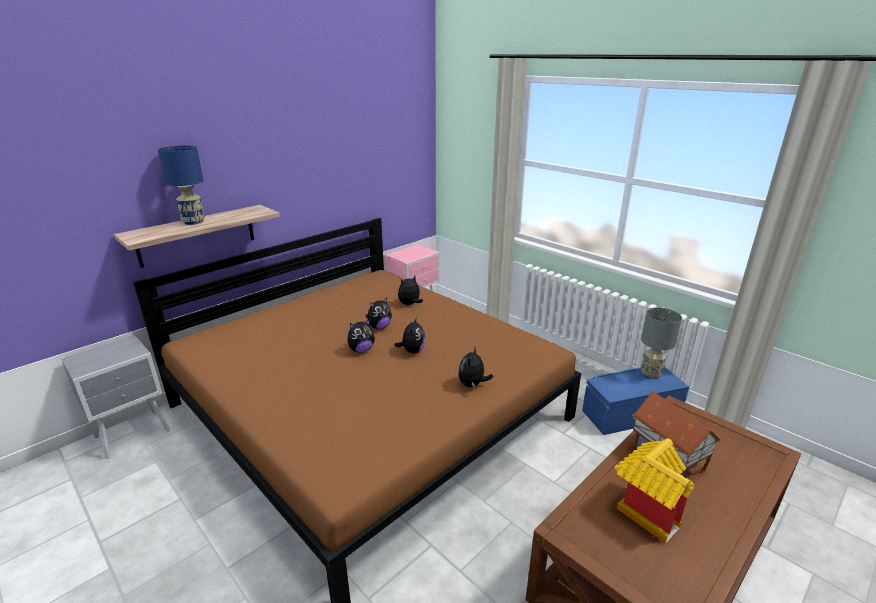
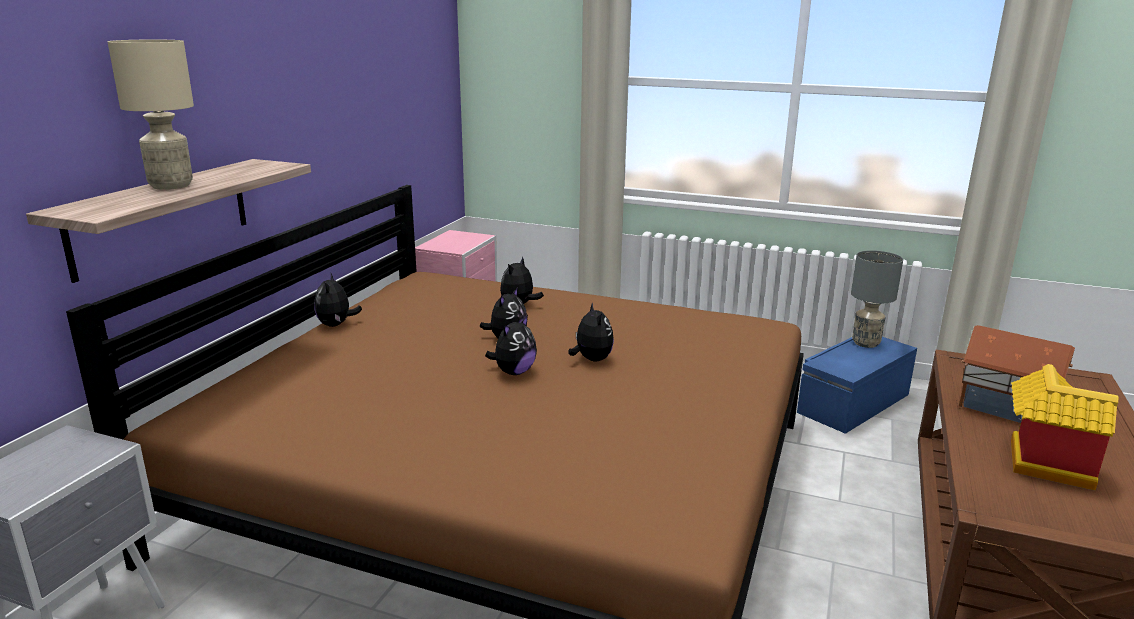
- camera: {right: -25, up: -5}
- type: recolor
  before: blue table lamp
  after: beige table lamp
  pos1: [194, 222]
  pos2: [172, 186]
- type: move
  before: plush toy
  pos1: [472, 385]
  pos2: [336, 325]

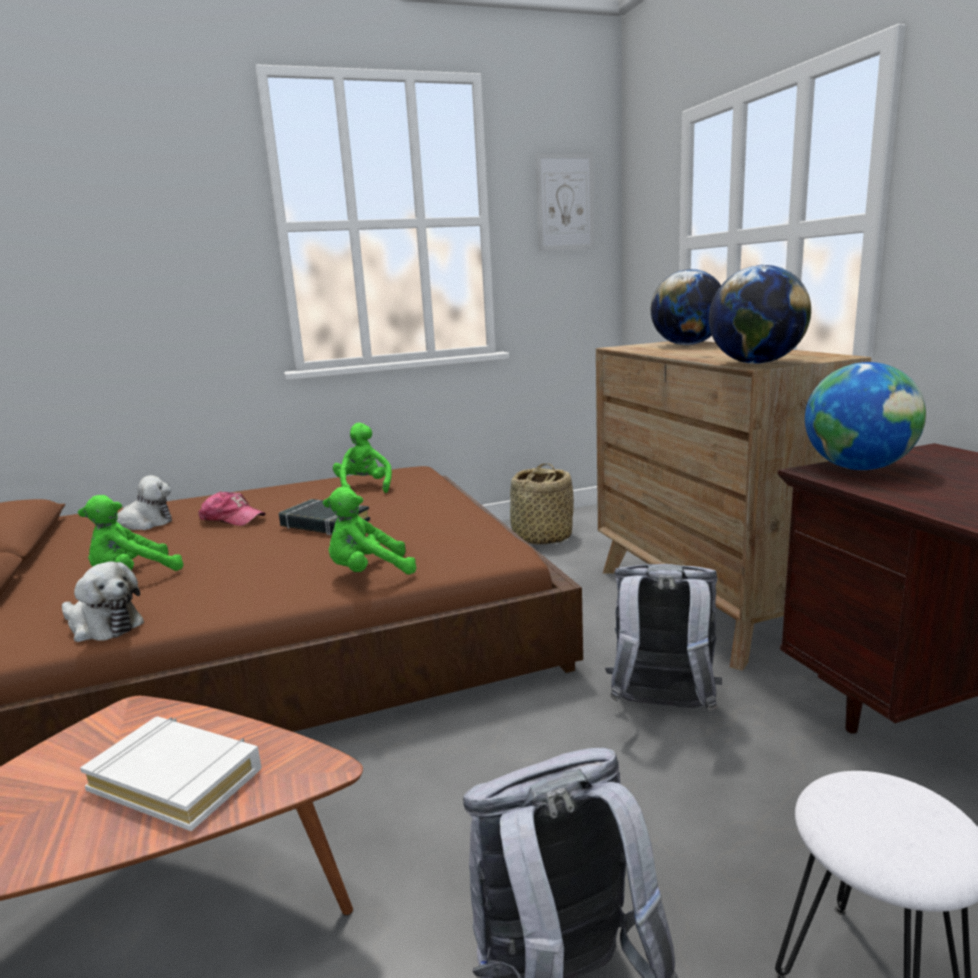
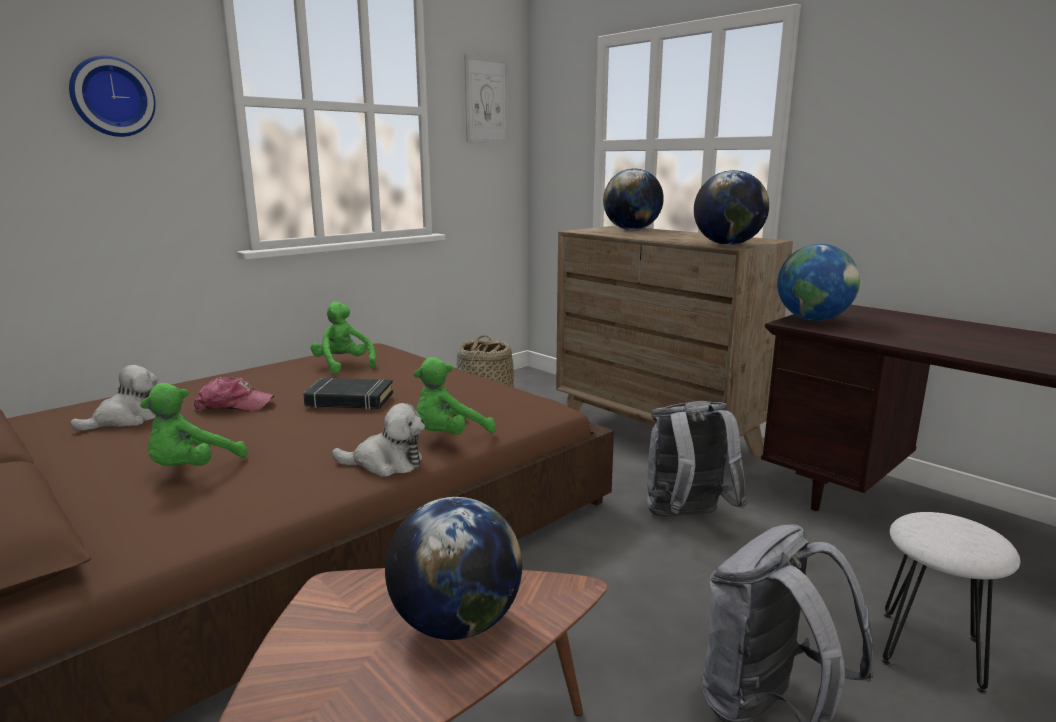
- camera: {right: -25, up: 0}
- type: move
  before: plush toy
  pos1: [103, 626]
  pos2: [386, 464]
- type: replace
  before: white book
  after: globe
  pos1: [176, 779]
  pos2: [456, 624]
- type: insert
  after: wall clock
  pos2: [111, 97]

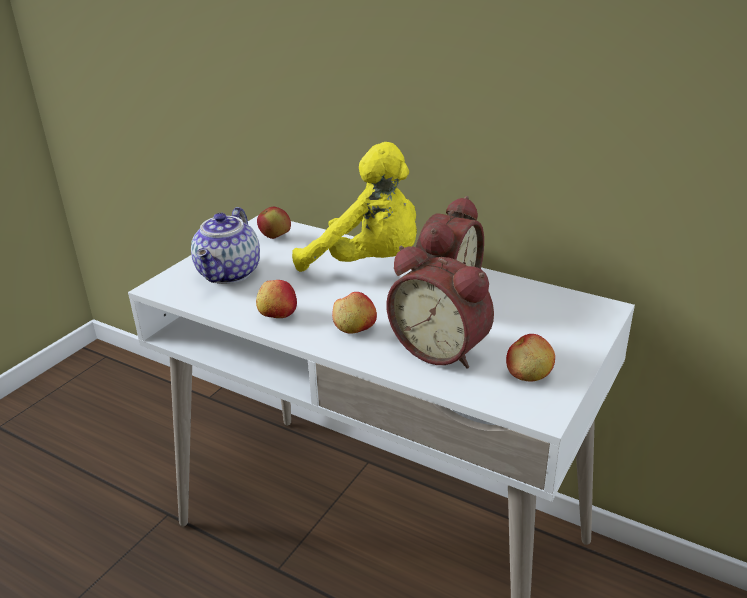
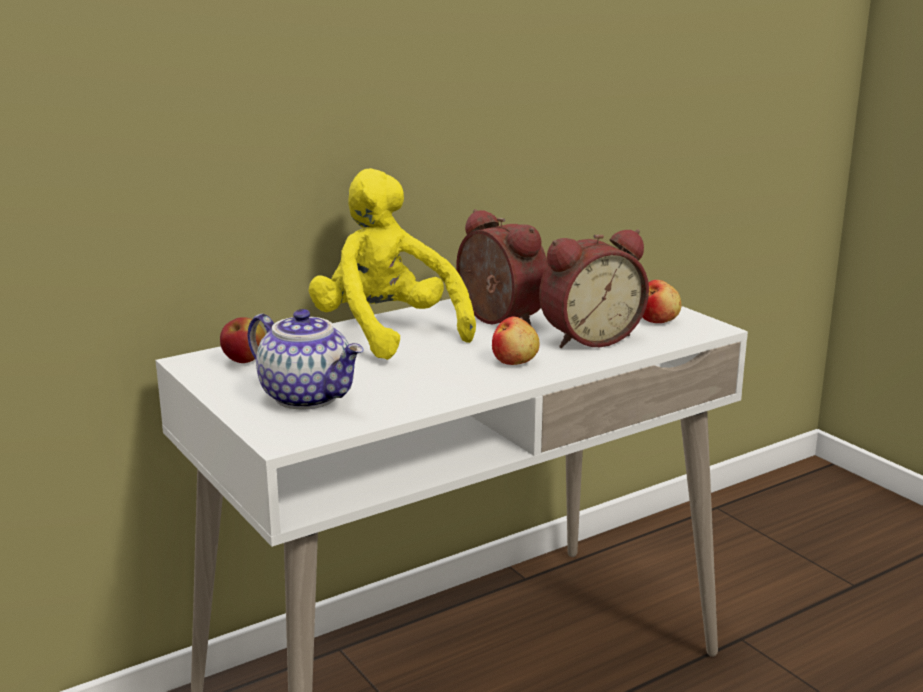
- camera: {right: -65, up: -10}
- type: rotate
  before: yellow plush toy
  pos1: [368, 264]
  pos2: [387, 333]
  turn: -90
- type: delete
  before: apple
  pos1: [277, 314]

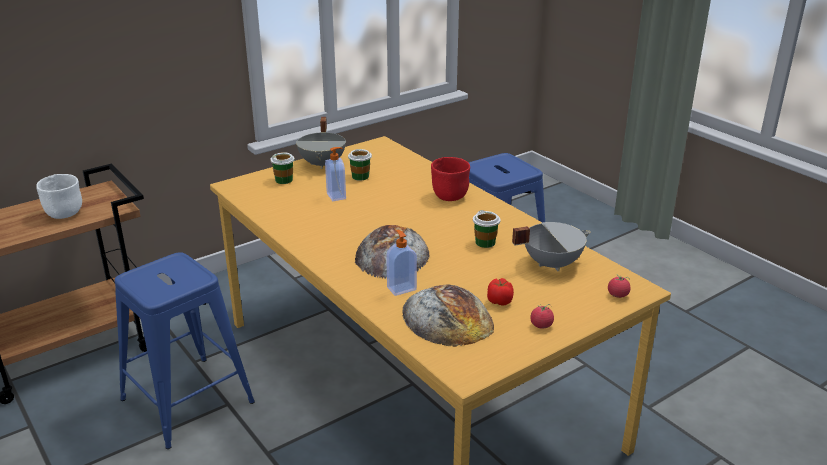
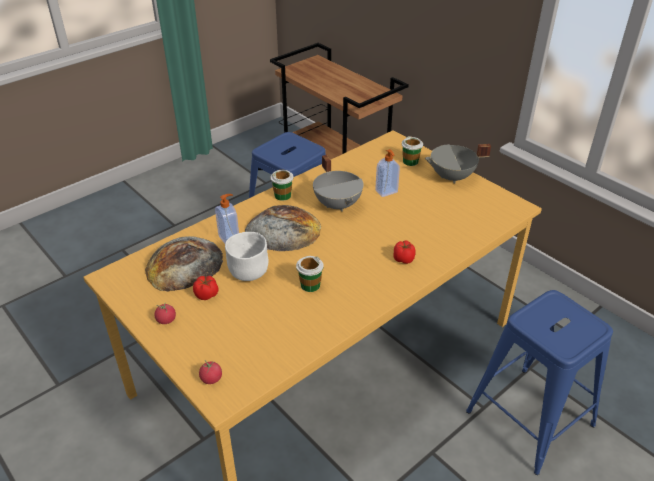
- camera: {right: 85, up: 10}
- type: move
  before: cup
  pos1: [360, 176]
  pos2: [283, 195]
- type: replace
  before: red bowl
  after: tomato
  pos1: [449, 196]
  pos2: [403, 259]
- type: move
  before: white bowl
  pos1: [63, 214]
  pos2: [248, 272]
- type: move
  before: grey cooking pot
  pos1: [551, 263]
  pos2: [338, 204]

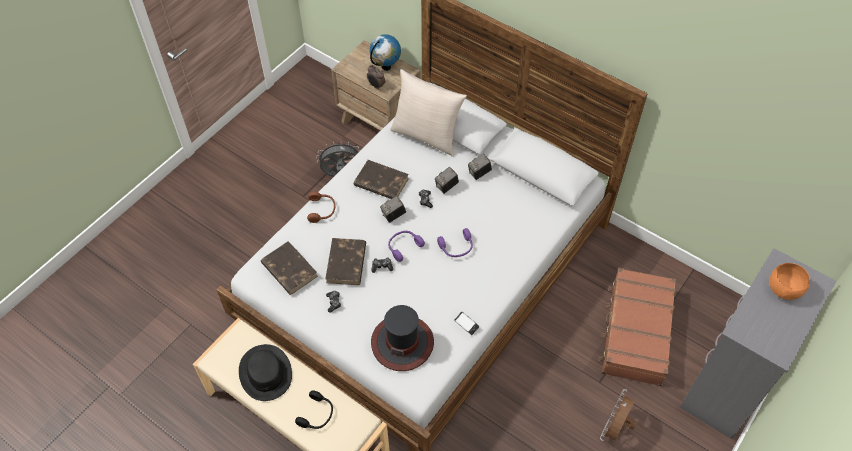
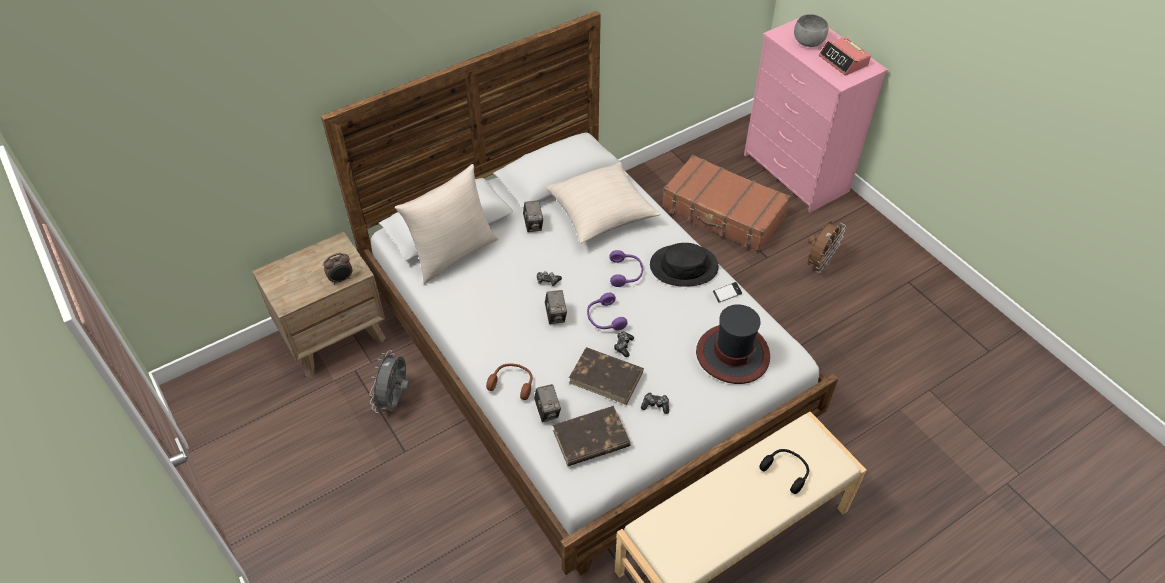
- camera: {right: -70, up: -5}
- type: delete
  before: globe
  pos1: [386, 67]
- type: delete
  before: brown book
  pos1: [380, 182]
- type: move
  before: photo camera
  pos1: [446, 186]
  pos2: [547, 411]
- type: recolor
  before: grey dresser
  after: pink dresser
  pos1: [727, 383]
  pos2: [795, 174]
- type: recolor
  before: orange bowl
  after: grey bowl
  pos1: [784, 289]
  pos2: [808, 42]
- type: move
  before: black hat
  pos1: [266, 373]
  pos2: [683, 266]
- type: rotate
  before: brown fan
  pos1: [615, 429]
  pos2: [819, 263]
  turn: -105
- type: insert
  after: alarm clock
  pos2: [843, 61]
- type: insert
  after: beige pillow
  pos2: [600, 212]

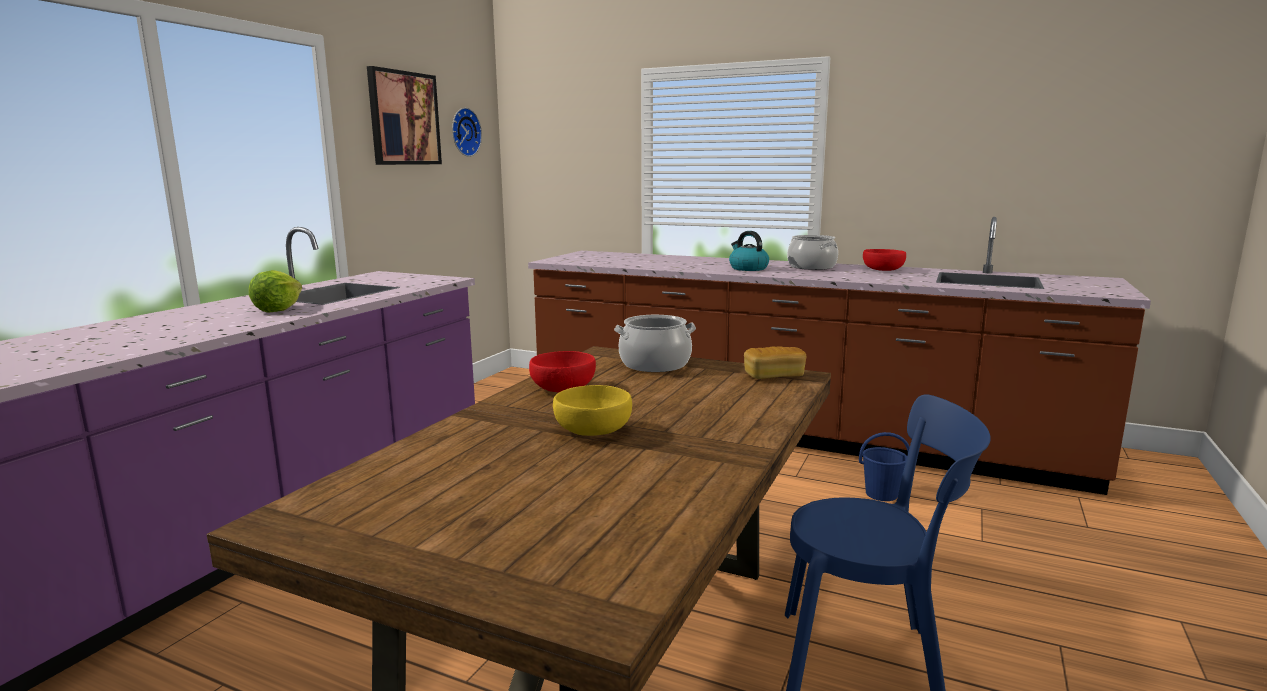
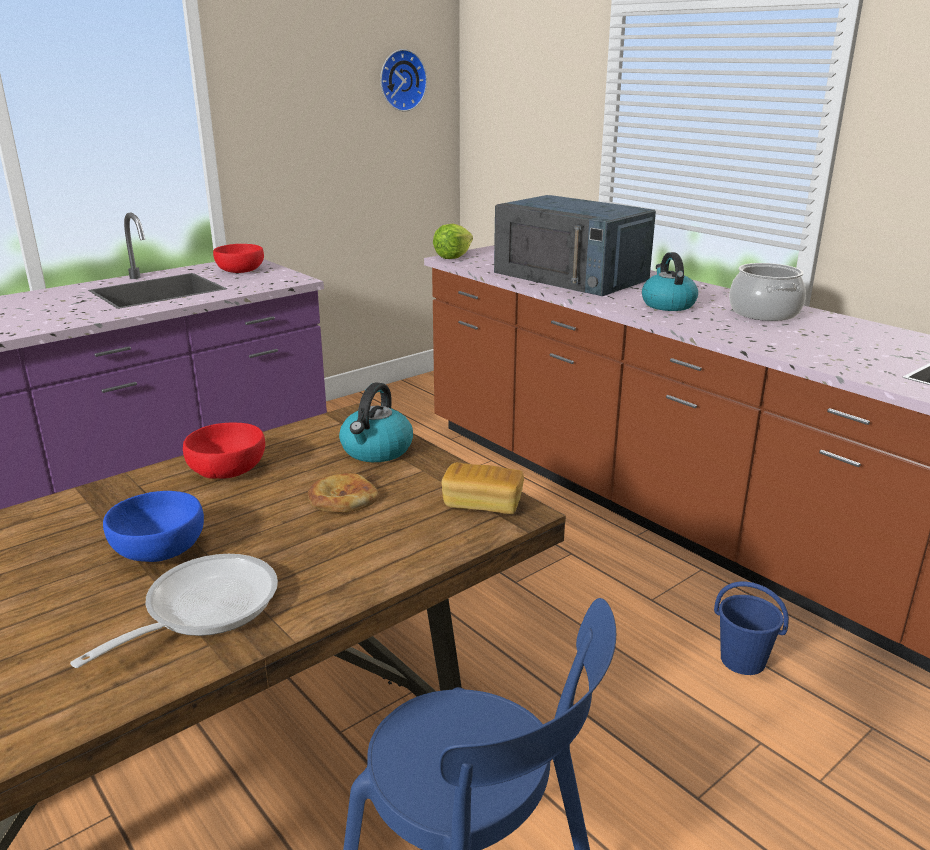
- camera: {right: 25, up: 10}
- type: delete
  before: picture
  pos1: [404, 118]
- type: move
  before: red bowl
  pos1: [883, 270]
  pos2: [239, 271]
- type: move
  before: lettuce
  pos1: [278, 309]
  pos2: [453, 256]
- type: replace
  before: cooking pot
  after: kettle
  pos1: [655, 364]
  pos2: [376, 450]
- type: recolor
  before: yellow bowl
  after: blue bowl
  pos1: [594, 430]
  pos2: [160, 550]
- type: insert
  after: blue microwave
  pos2: [572, 276]
- type: insert
  after: bread
  pos2: [342, 499]
- type: insert
  after: frying pan
  pos2: [202, 609]

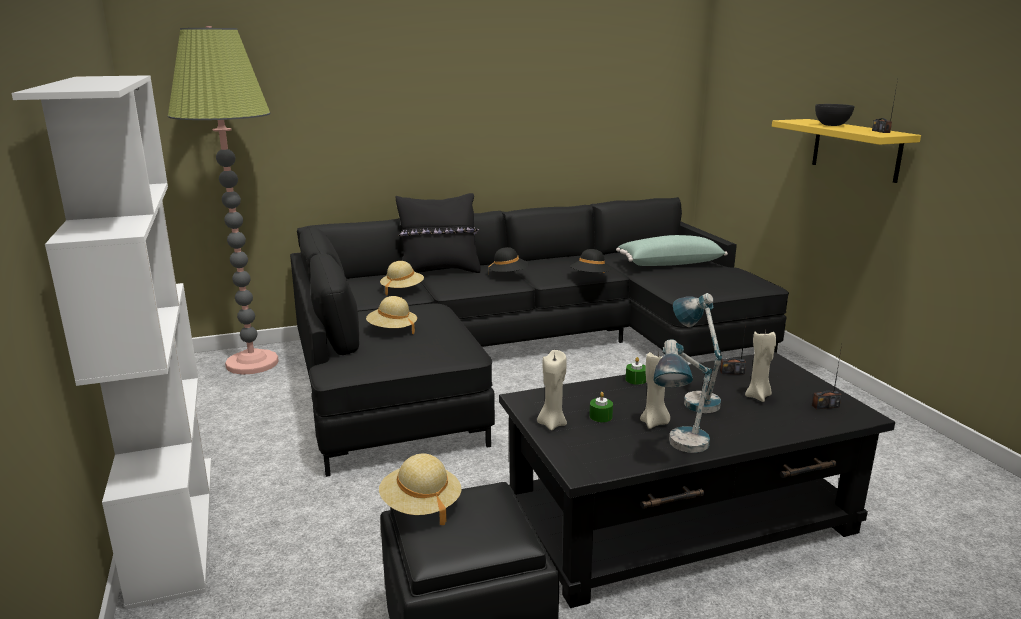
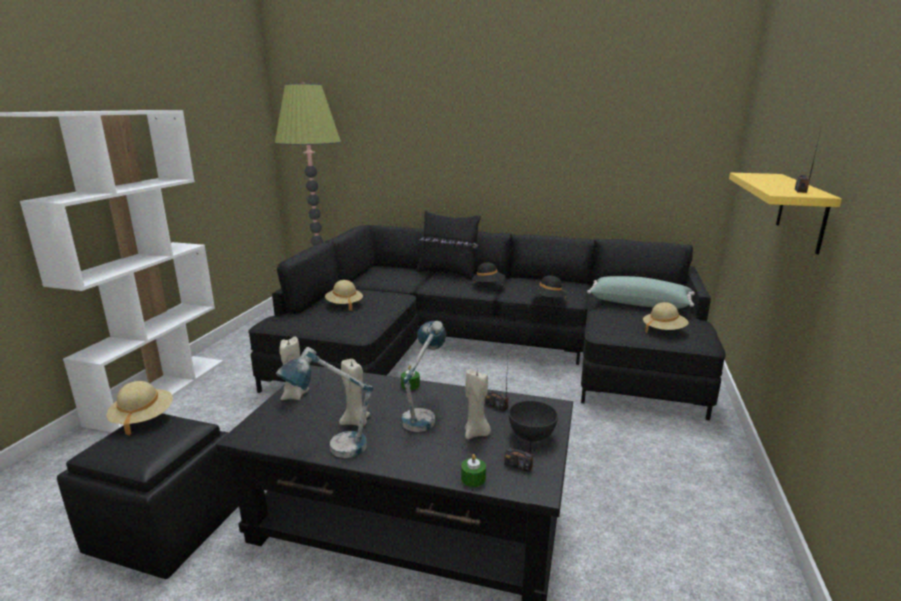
- camera: {right: 35, up: 0}
- type: move
  before: grey bowl
  pos1: [832, 125]
  pos2: [531, 436]
- type: move
  before: beige hat
  pos1: [402, 290]
  pos2: [663, 330]
- type: move
  before: green candle
  pos1: [600, 416]
  pos2: [473, 479]

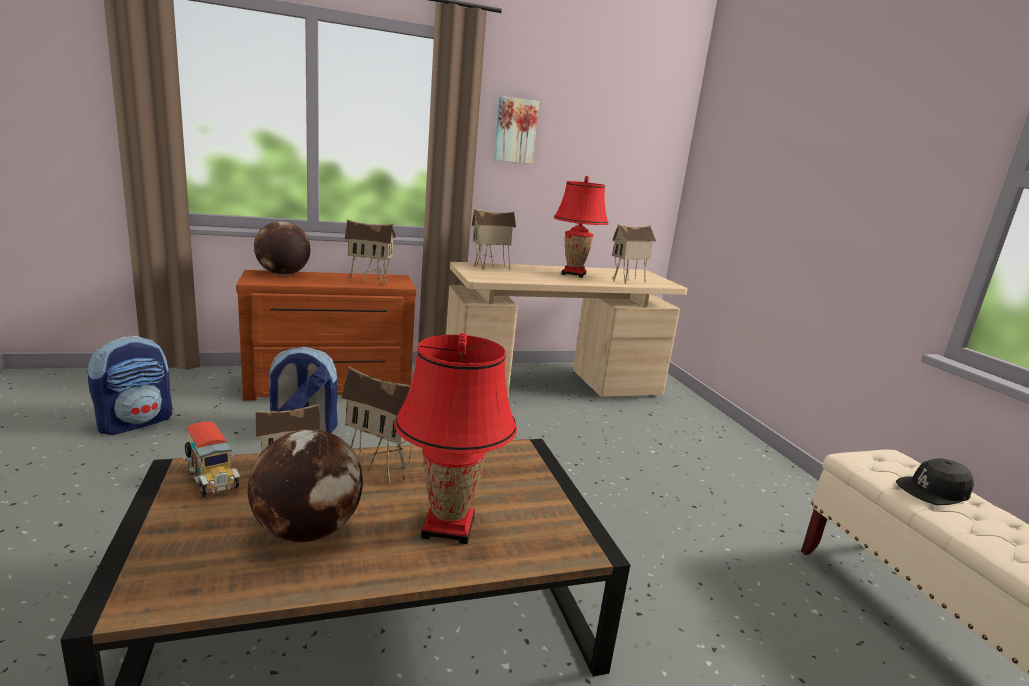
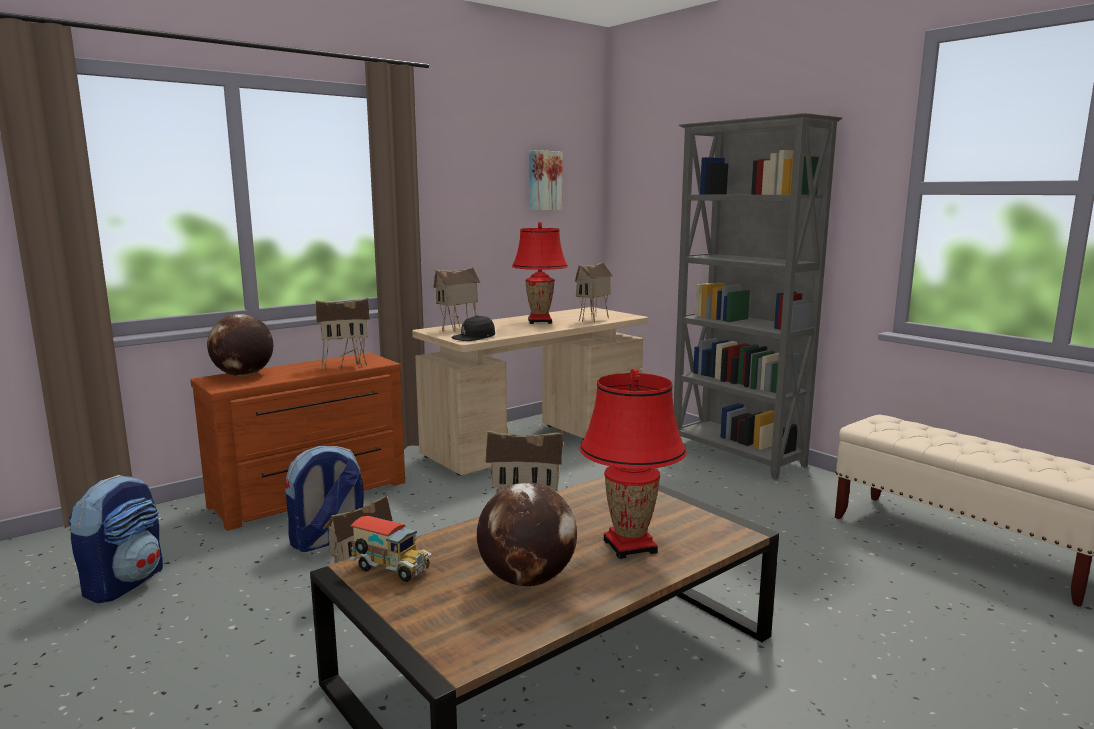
- camera: {right: -20, up: -5}
- type: move
  before: picture
  pos1: [515, 130]
  pos2: [544, 180]
- type: move
  before: black cap
  pos1: [933, 491]
  pos2: [474, 337]
- type: insert
  after: grey bookcase
  pos2: [736, 455]

